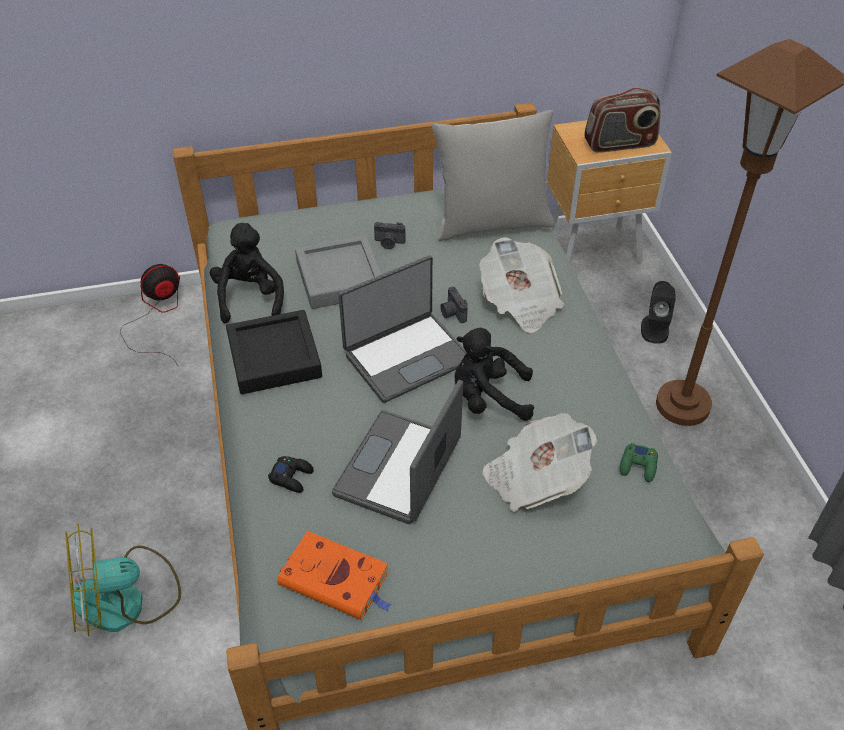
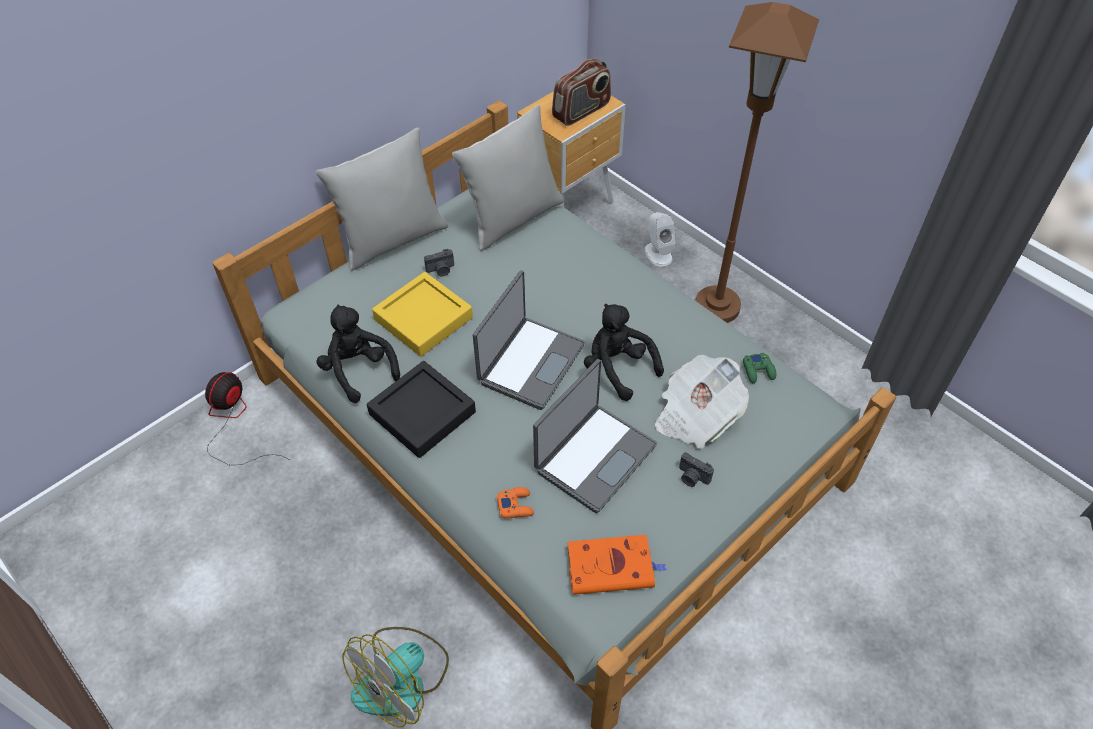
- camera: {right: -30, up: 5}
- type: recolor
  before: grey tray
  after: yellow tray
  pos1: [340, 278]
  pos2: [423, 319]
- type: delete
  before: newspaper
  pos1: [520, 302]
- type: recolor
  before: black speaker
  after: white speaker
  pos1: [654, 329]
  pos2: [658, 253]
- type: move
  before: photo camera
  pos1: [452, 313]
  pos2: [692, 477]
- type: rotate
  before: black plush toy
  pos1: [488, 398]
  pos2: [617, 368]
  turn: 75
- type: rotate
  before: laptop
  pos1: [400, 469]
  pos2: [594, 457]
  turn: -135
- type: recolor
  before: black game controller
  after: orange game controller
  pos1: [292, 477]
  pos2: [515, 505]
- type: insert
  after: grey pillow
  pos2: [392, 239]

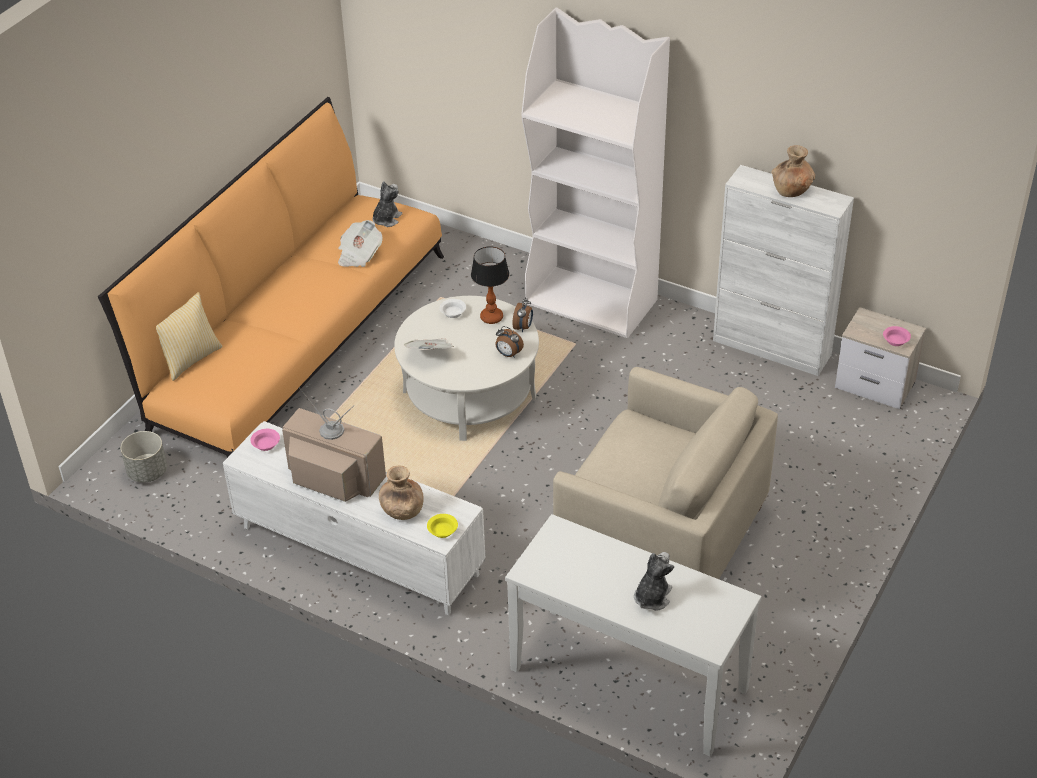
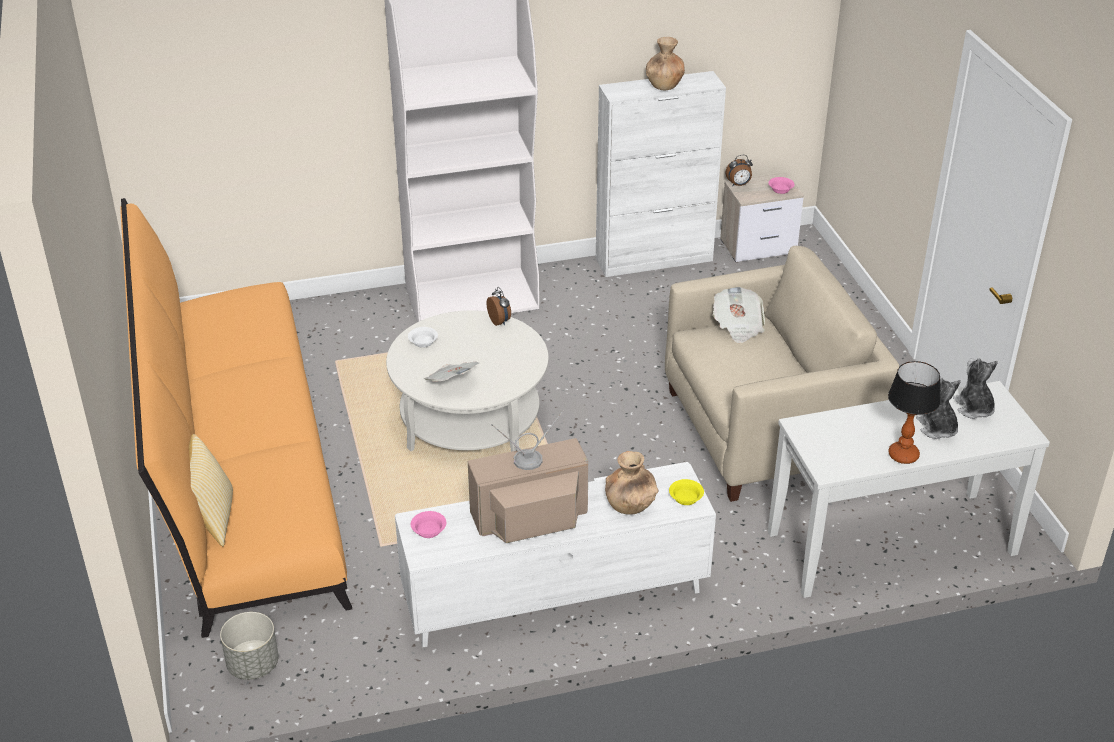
- camera: {right: -45, up: -5}
- type: move
  before: plush toy
  pos1: [386, 219]
  pos2: [974, 408]
- type: move
  before: newspaper
  pos1: [359, 255]
  pos2: [738, 326]
- type: move
  before: table lamp
  pos1: [491, 317]
  pos2: [902, 455]
- type: move
  before: alarm clock
  pos1: [508, 354]
  pos2: [738, 185]

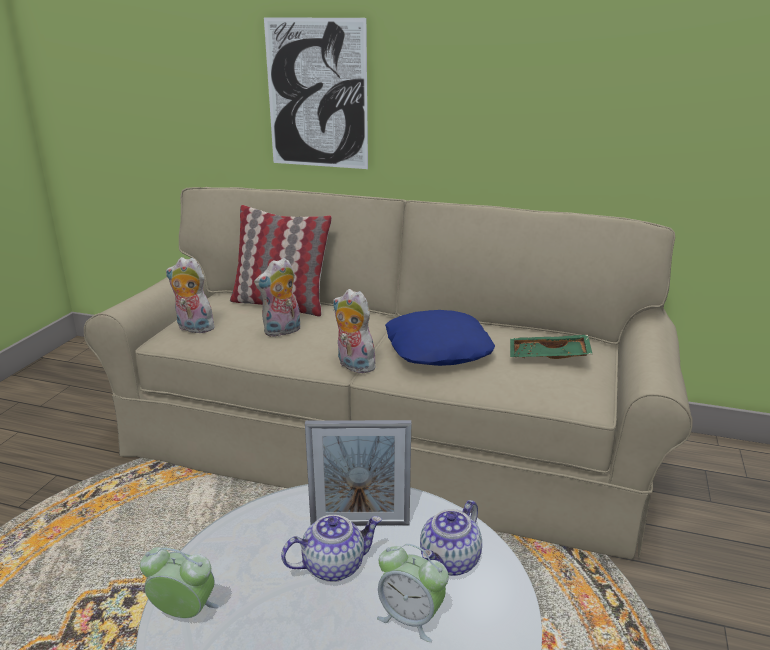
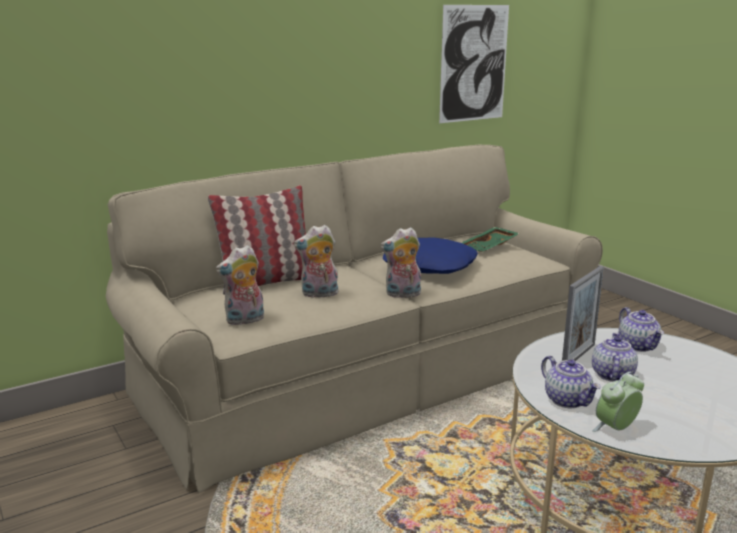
- camera: {right: -50, up: -5}
- type: move
  before: picture
  pos1: [317, 94]
  pos2: [474, 64]
- type: rotate
  before: plush toy
  pos1: [282, 332]
  pos2: [319, 294]
  turn: 75
- type: delete
  before: alarm clock
  pos1: [411, 618]
- type: insert
  after: teapot
  pos2: [568, 400]

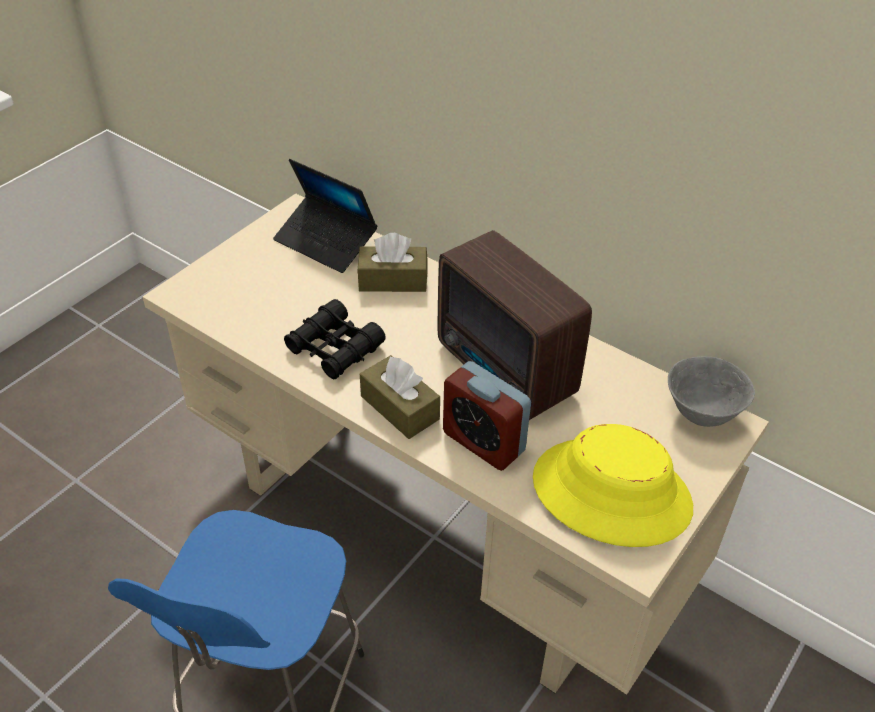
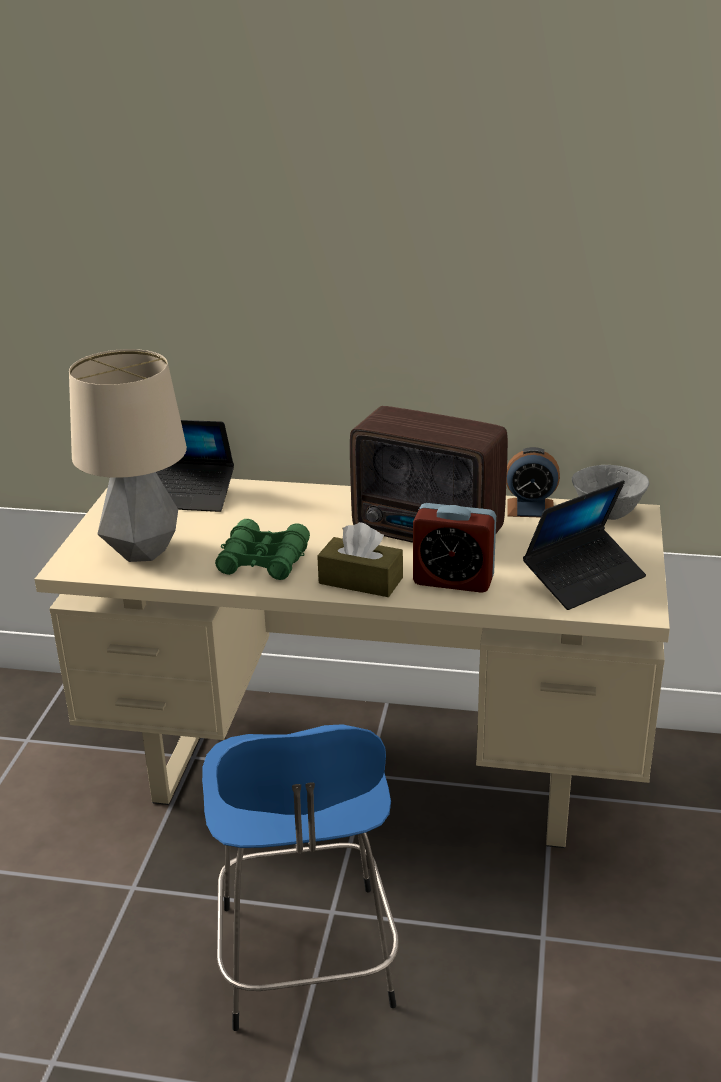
- camera: {right: -25, up: -15}
- type: delete
  before: brown tissue box
  pos1: [393, 280]
- type: recolor
  before: black binoculars
  after: green binoculars
  pos1: [334, 348]
  pos2: [263, 561]
- type: replace
  before: yellow hat
  after: laptop
  pos1: [611, 492]
  pos2: [584, 578]
- type: insert
  after: table lamp
  pos2: [143, 551]
- type: insert
  after: alarm clock
  pos2: [530, 508]

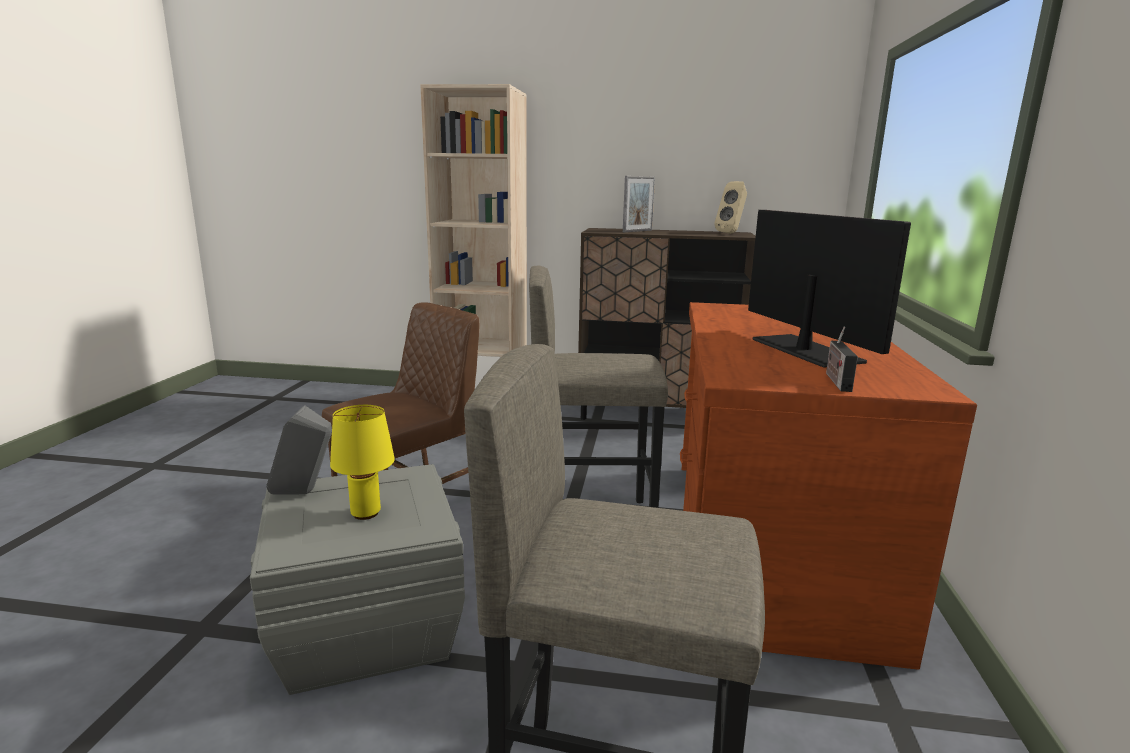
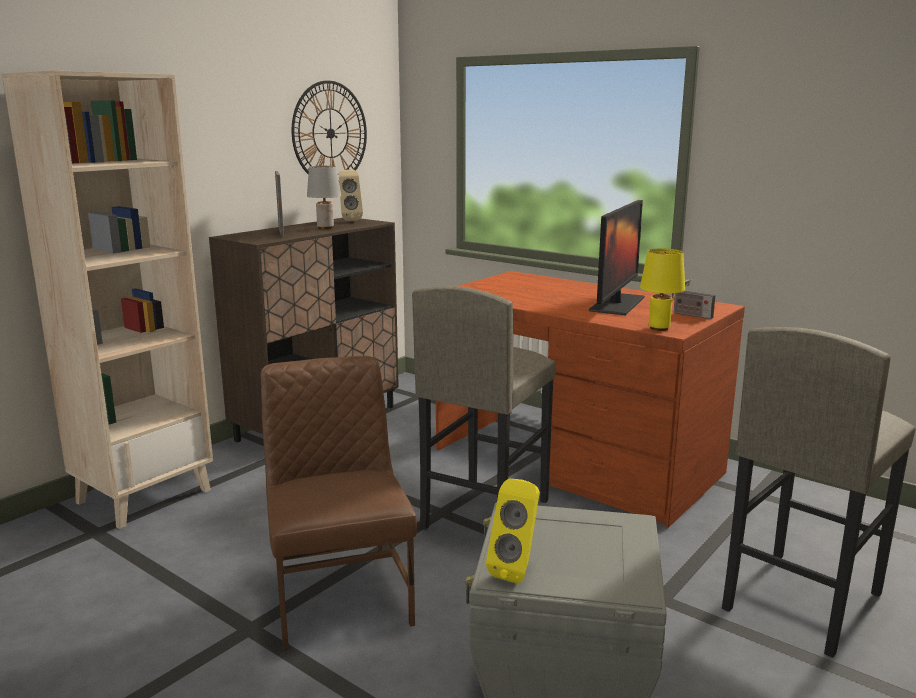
- camera: {right: -60, up: 0}
- type: rotate
  before: monitor
  pos1: [805, 350]
  pos2: [617, 304]
  turn: 105
- type: recolor
  before: grey speaker
  after: yellow speaker
  pos1: [305, 493]
  pos2: [517, 570]
- type: move
  before: yellow table lamp
  pos1: [366, 513]
  pos2: [658, 328]
- type: insert
  after: wall clock
  pos2: [330, 133]
- type: insert
  after: grey table lamp
  pos2: [326, 228]

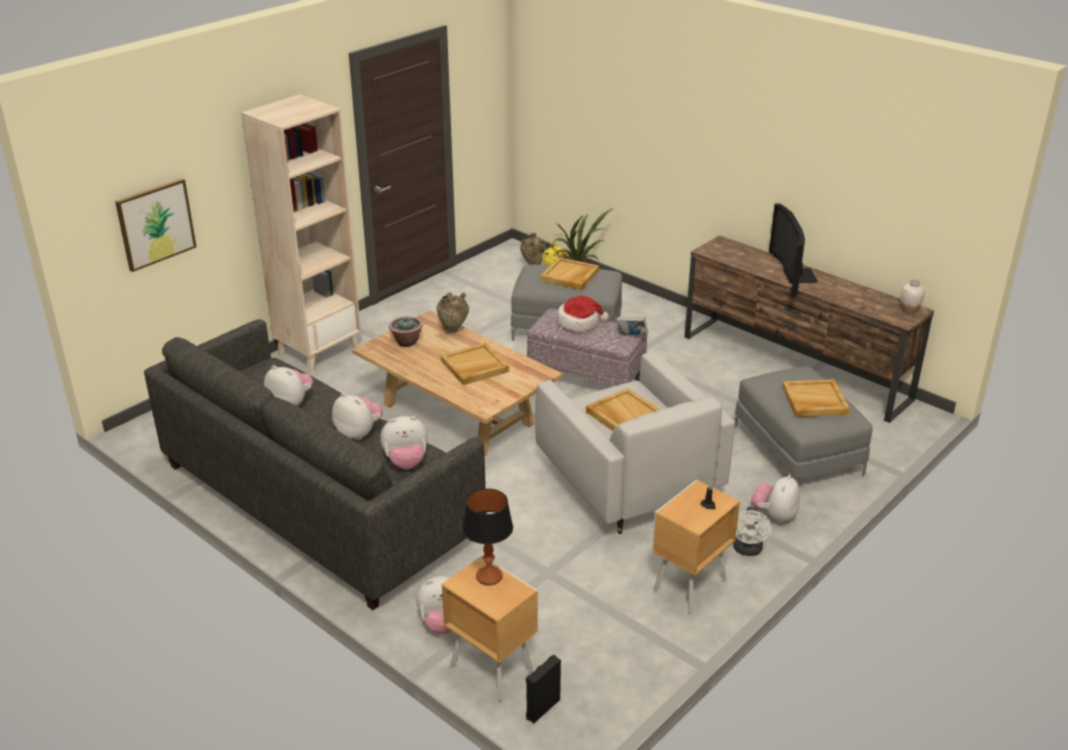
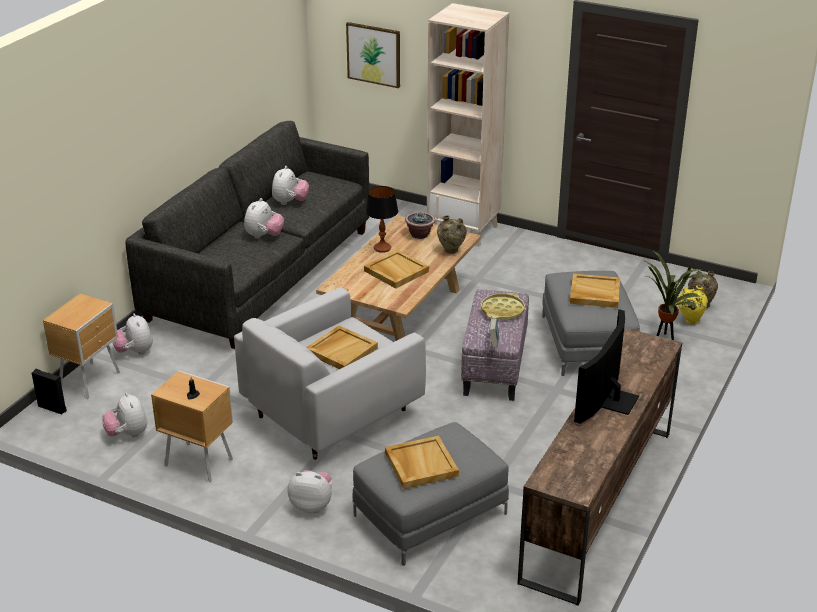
- camera: {right: 75, up: 0}
- type: rotate
  before: television
  pos1: [794, 276]
  pos2: [611, 399]
  turn: -45
- type: delete
  before: white vase
  pos1: [909, 310]
- type: replace
  before: hat
  after: yellow tray
  pos1: [579, 322]
  pos2: [502, 310]
- type: move
  before: plush toy
  pos1: [406, 462]
  pos2: [127, 434]
- type: move
  before: table lamp
  pos1: [489, 577]
  pos2: [382, 248]
- type: delete
  before: white fan
  pos1: [747, 550]

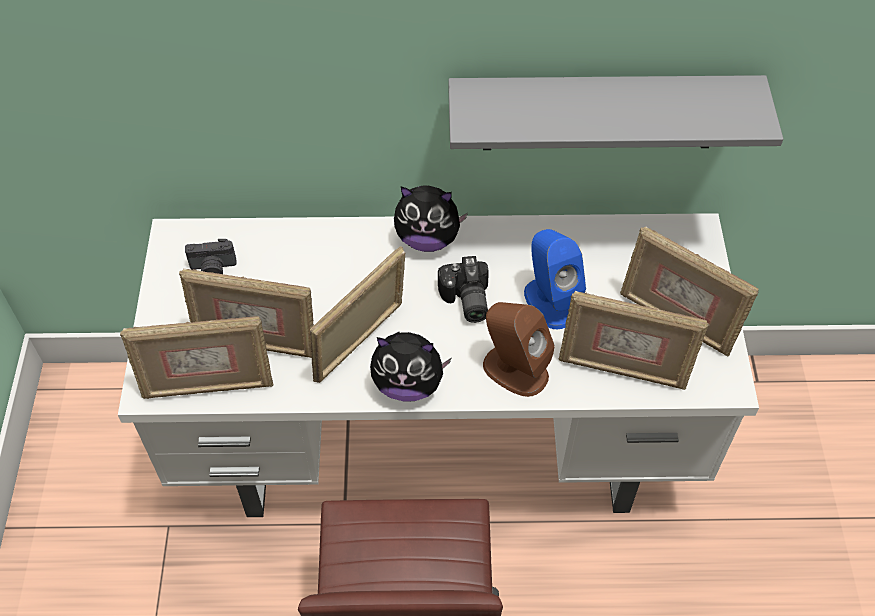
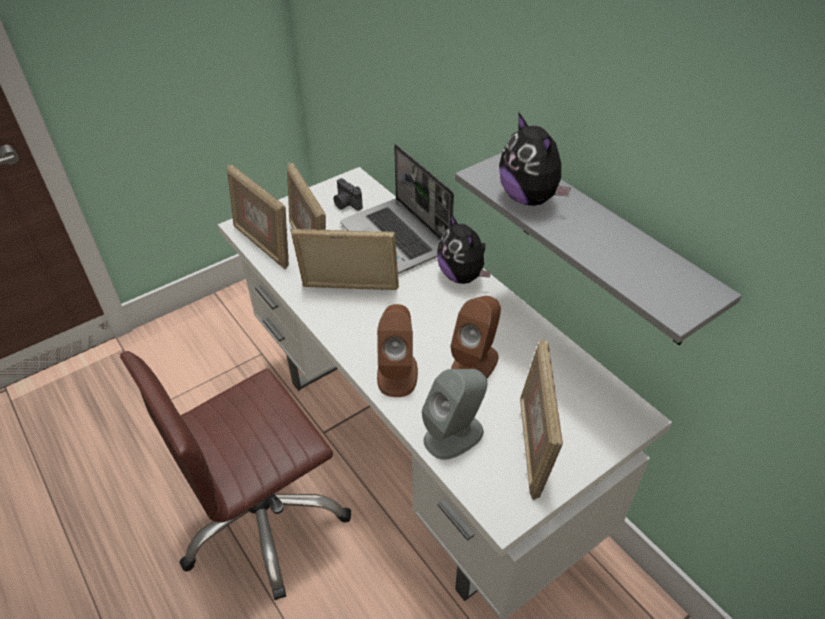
- camera: {right: 55, up: -10}
- type: recolor
  before: blue speaker
  after: brown speaker
  pos1: [550, 301]
  pos2: [475, 363]
- type: delete
  before: photo camera
  pos1: [465, 301]
- type: replace
  before: picture frame
  after: grey speaker
  pos1: [622, 369]
  pos2: [454, 435]
- type: move
  before: plush toy
  pos1: [408, 384]
  pos2: [530, 198]
- type: insert
  after: laptop
  pos2: [397, 238]

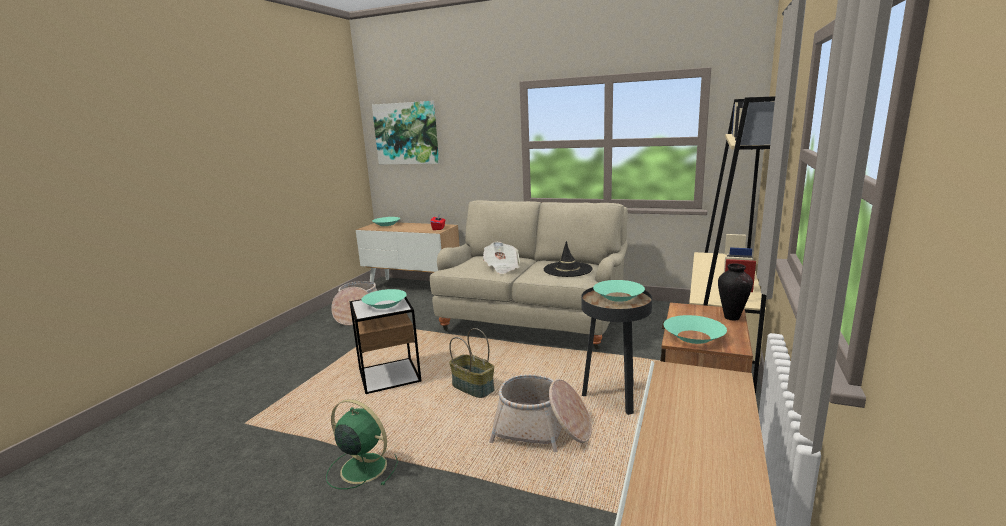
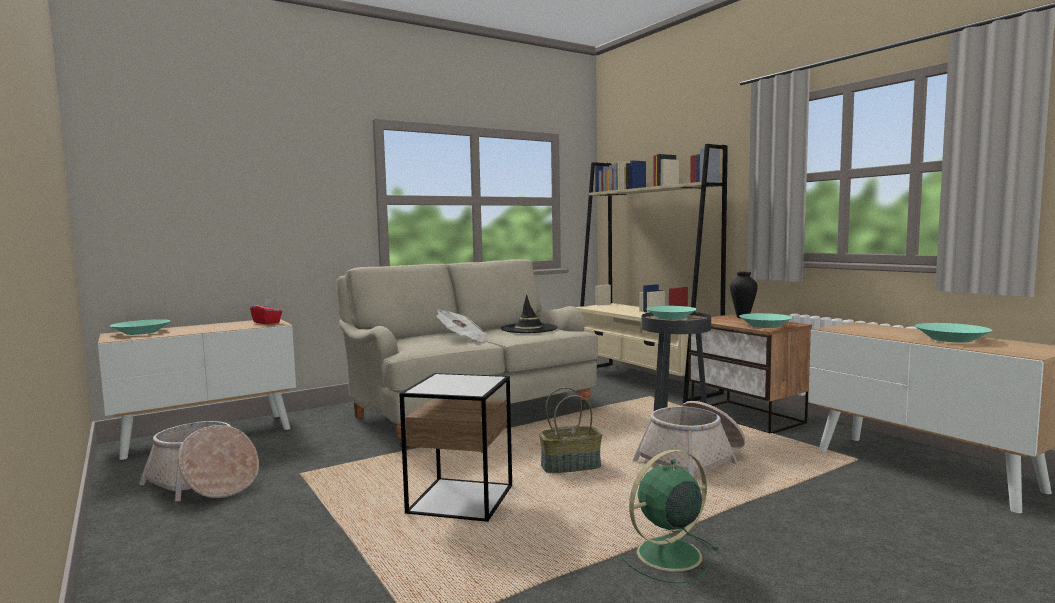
- camera: {right: -55, up: -10}
- type: delete
  before: picture
  pos1: [406, 133]
- type: move
  before: turquoise bowl
  pos1: [385, 304]
  pos2: [952, 339]

